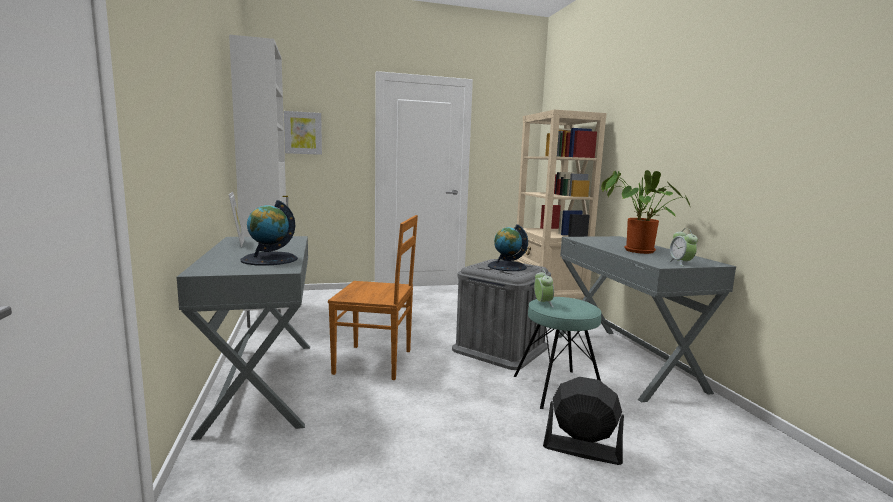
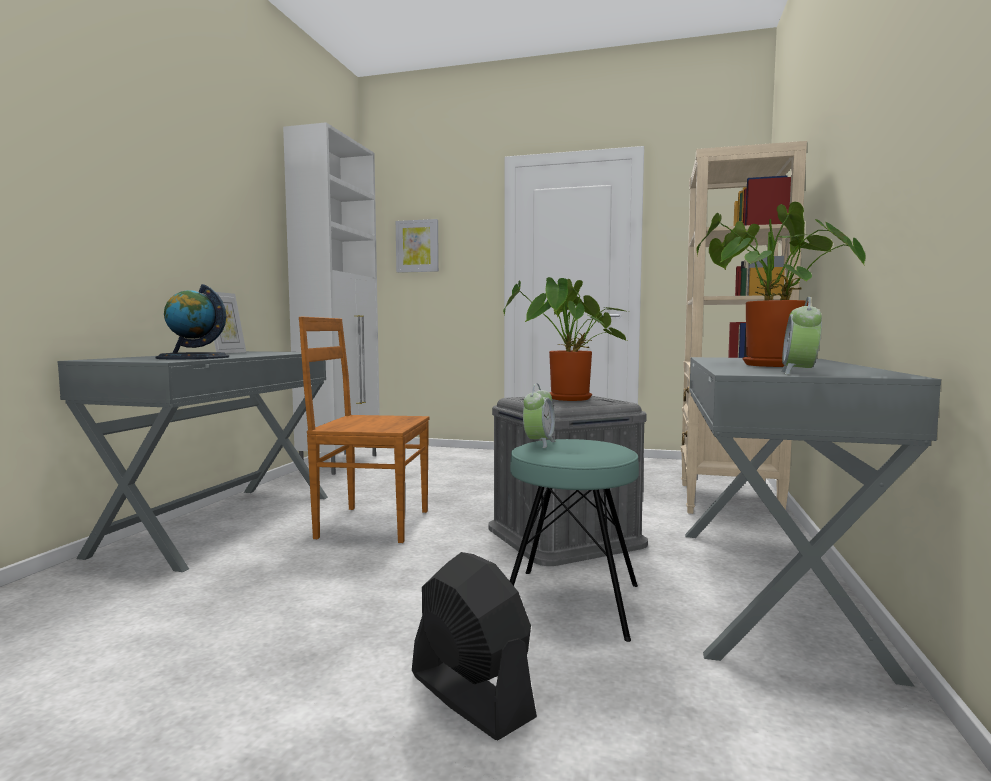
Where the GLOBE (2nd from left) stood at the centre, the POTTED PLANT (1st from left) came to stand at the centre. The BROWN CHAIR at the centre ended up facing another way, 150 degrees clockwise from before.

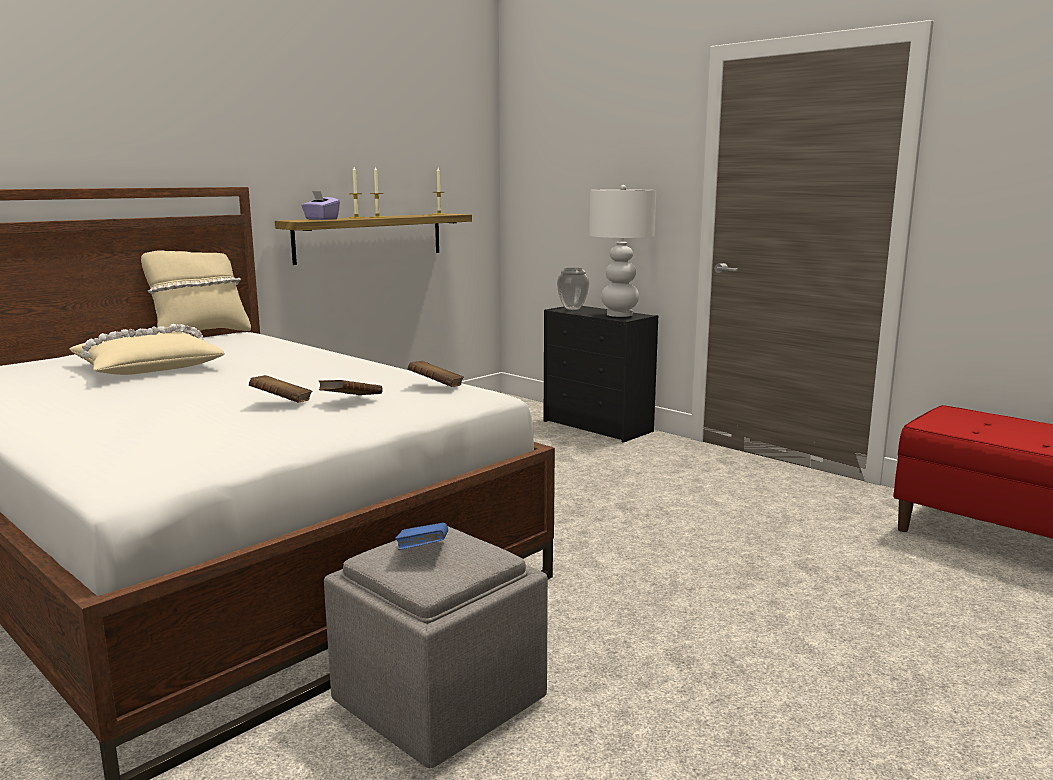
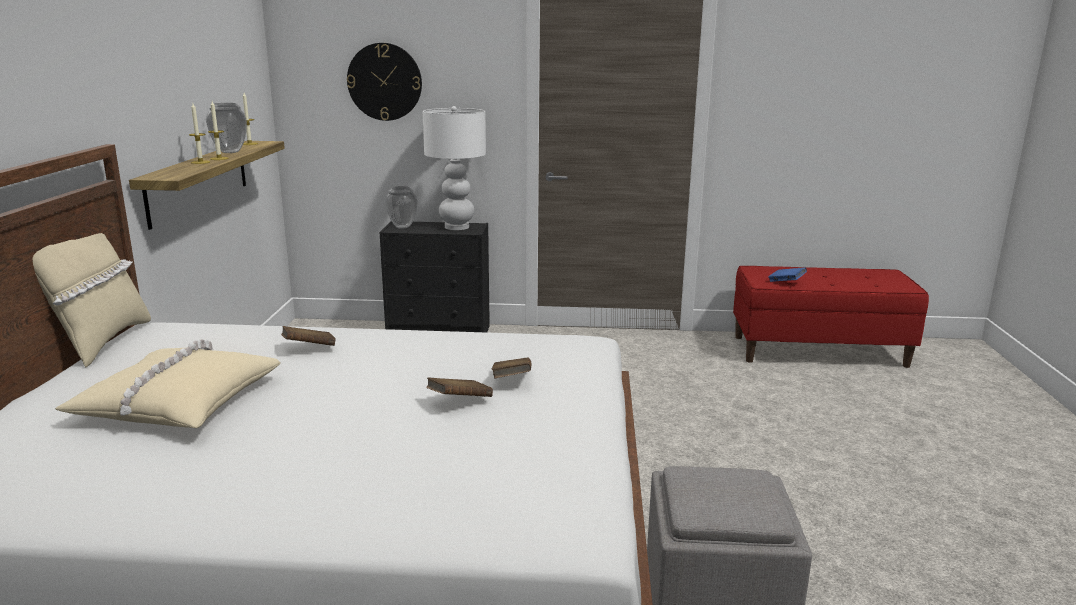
The second view lost the PURPLE TISSUE BOX at the top left. The second view gained the VASE (1st from left) at the top left. The second view gained the WALL CLOCK at the top centre. The BLUE BOOK ended up elsewhere, having gone from the bottom centre to the middle right. The BROWN BOOK (3rd from left in the first image) ended up elsewhere, having gone from the centre to the middle left.

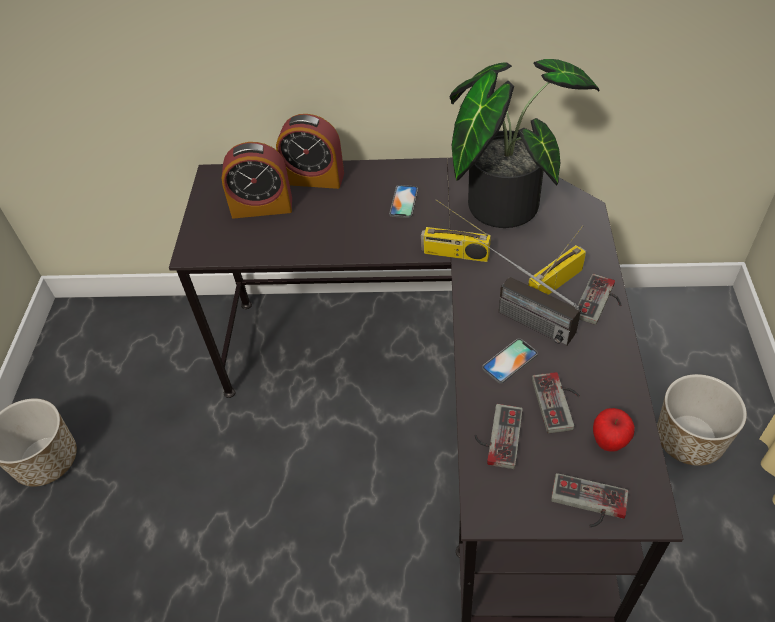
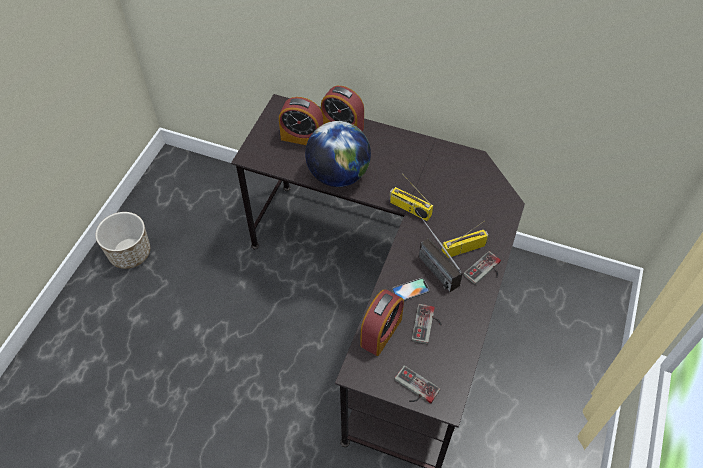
The second view lost the PHONE (1st from left) at the top centre. The second view lost the POTTED PLANT at the top right. The second view lost the APPLE at the bottom right. The second view lost the PLANTER (2nd from left) at the bottom right. The second view gained the GLOBE at the top centre. Where the GAME CONTROLLER (1st from left) stood at the bottom centre, the ALARM CLOCK (3rd from left) came to stand at the bottom centre.

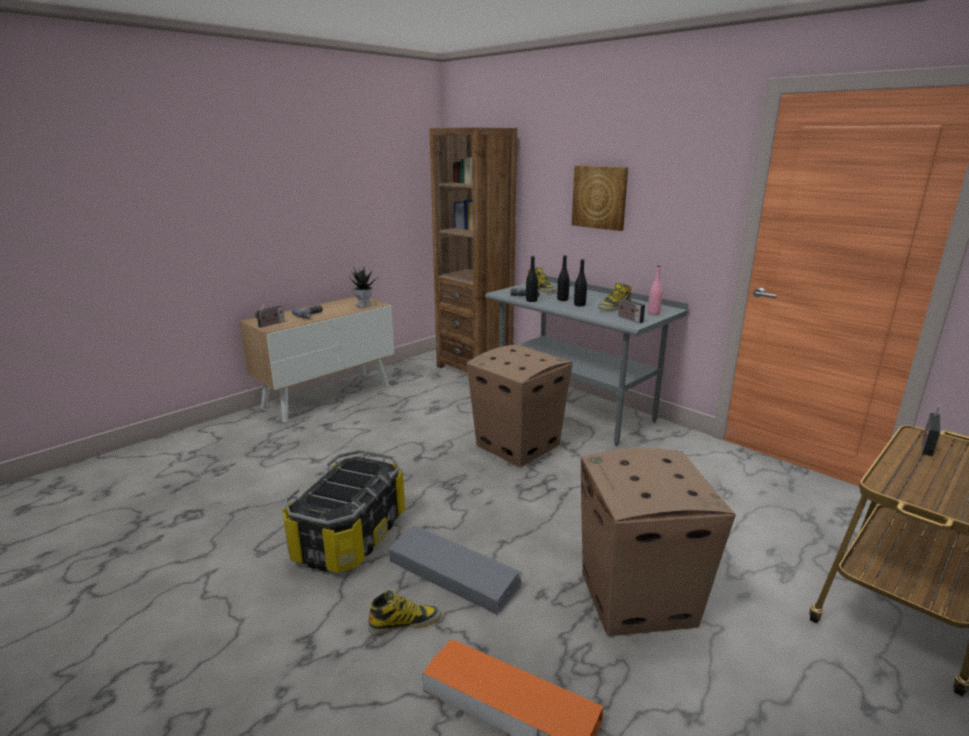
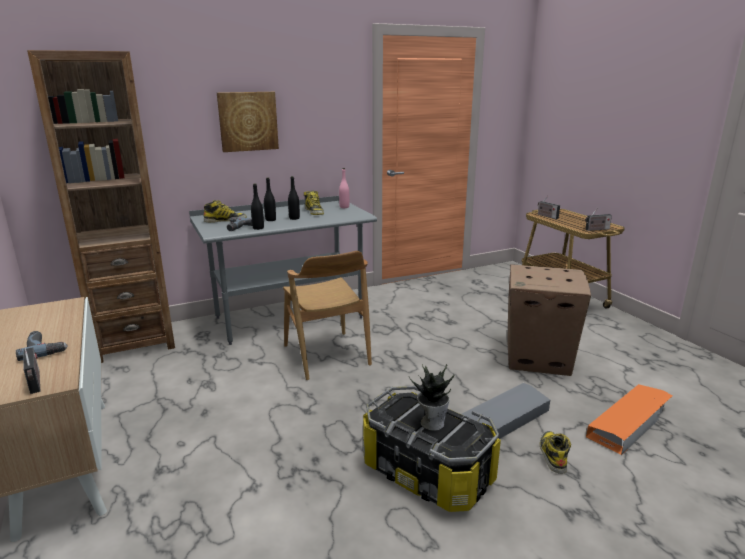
The POTTED PLANT ended up elsewhere, having gone from the centre to the bottom centre. The RADIO (2nd from left in the first image) ended up elsewhere, having gone from the centre to the middle right. Where the CARDBOARD BOX (1st from left) stood at the centre, the BROWN CHAIR came to stand at the centre.

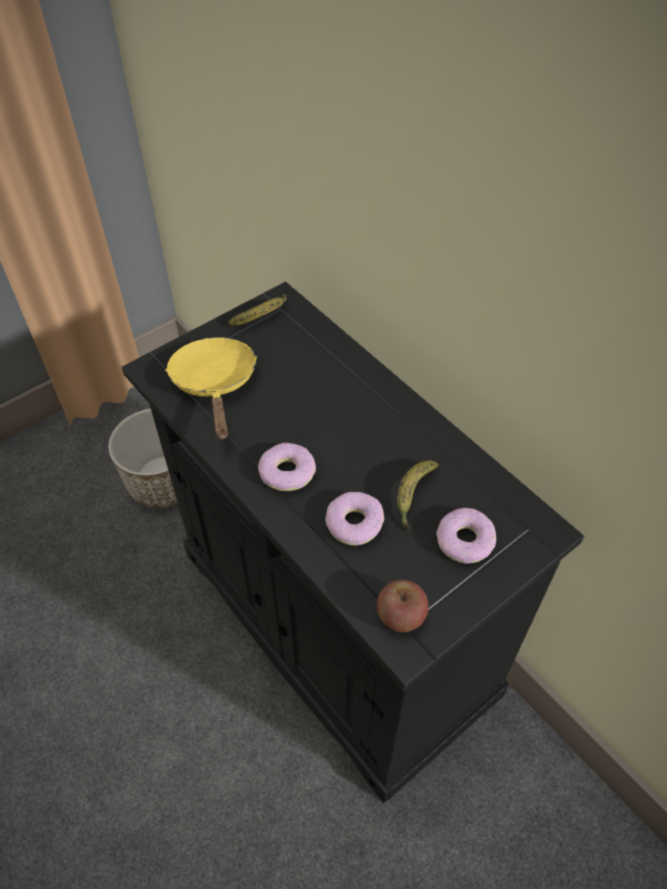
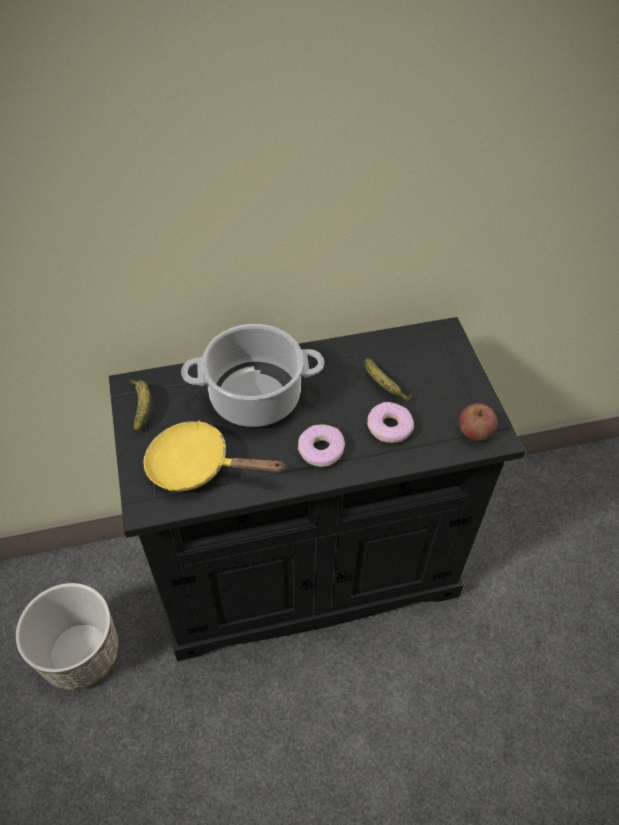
The second view lost the DONUT (3rd from left) at the middle right. The second view gained the COOKING POT at the centre.

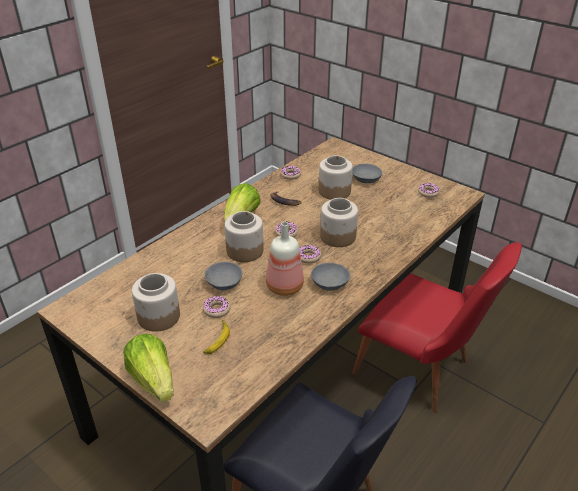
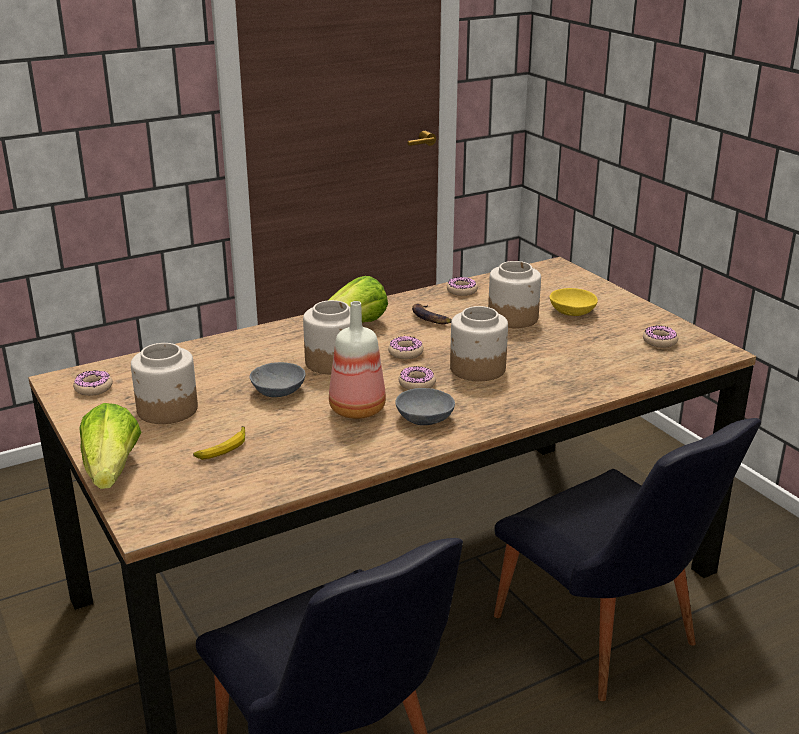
The DONUT (1st from left) ended up elsewhere, having gone from the centre to the middle left. What was the GREY BOWL (3rd from left) at the centre turned into the YELLOW BOWL at the middle right. What was the RED CHAIR at the middle right turned into the BLACK CHAIR (2nd from left) at the bottom right.

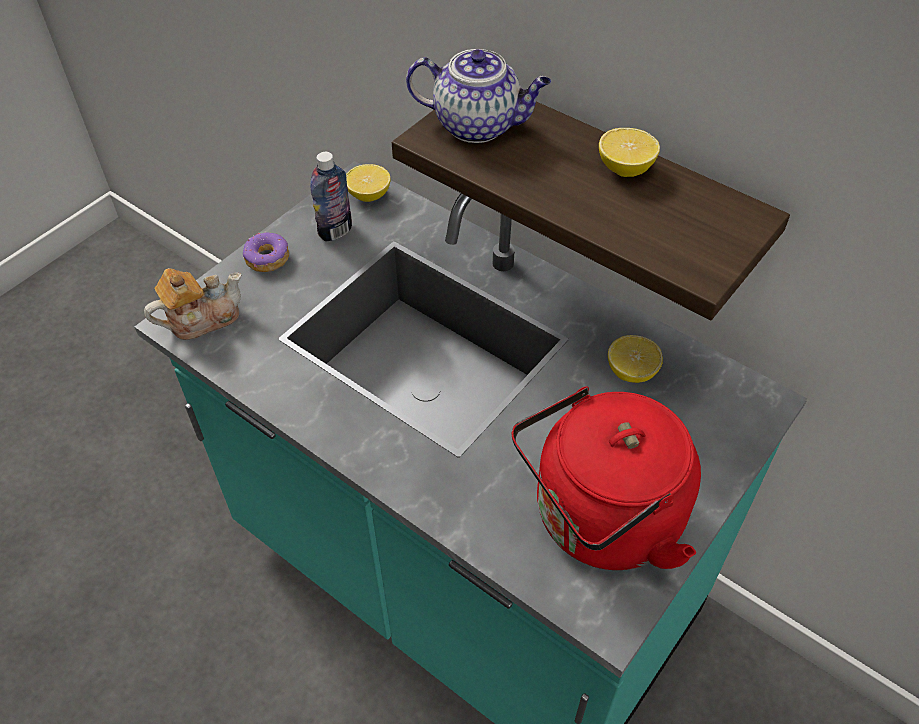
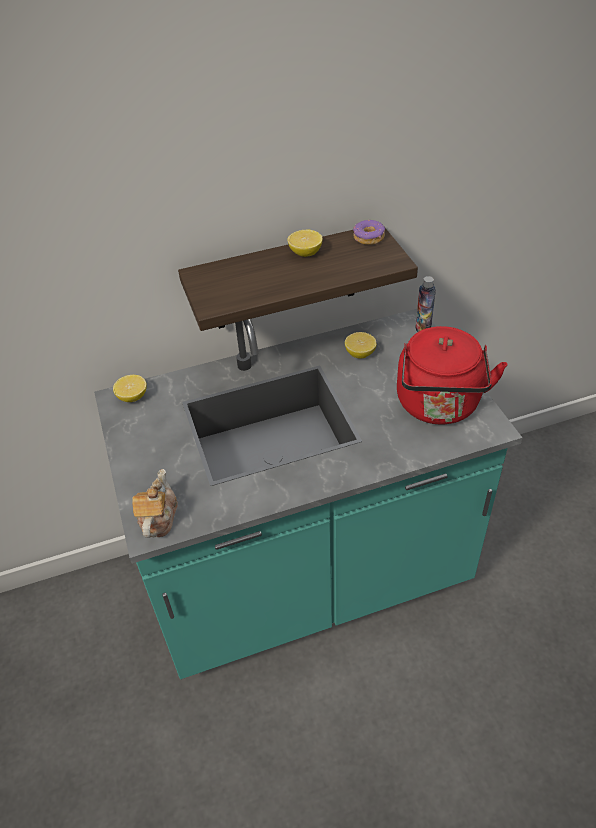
The second view lost the TEAPOT (2nd from left) at the top centre. The DONUT ended up elsewhere, having gone from the middle left to the top centre. The BOTTLE ended up elsewhere, having gone from the top centre to the middle right.

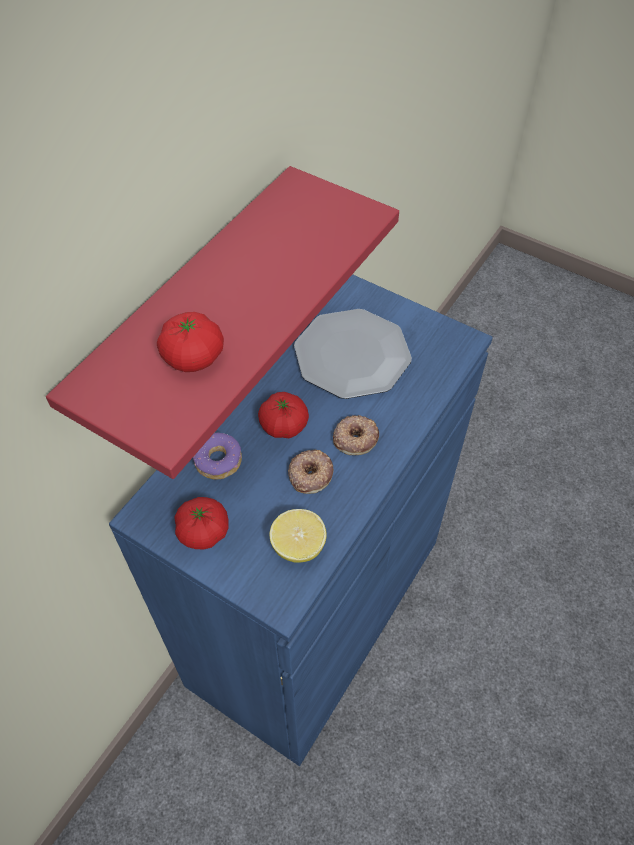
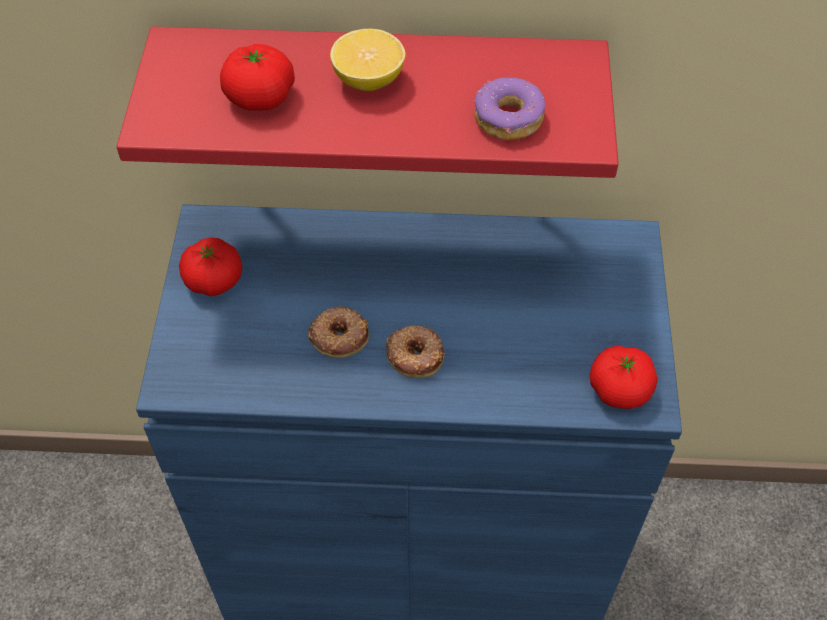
The second view lost the PLATE at the centre. The DONUT (1st from left in the first image) ended up elsewhere, having gone from the centre to the top centre. The TOMATO (3rd from left) ended up elsewhere, having gone from the centre to the middle right. The LEMON ended up elsewhere, having gone from the centre to the top centre.

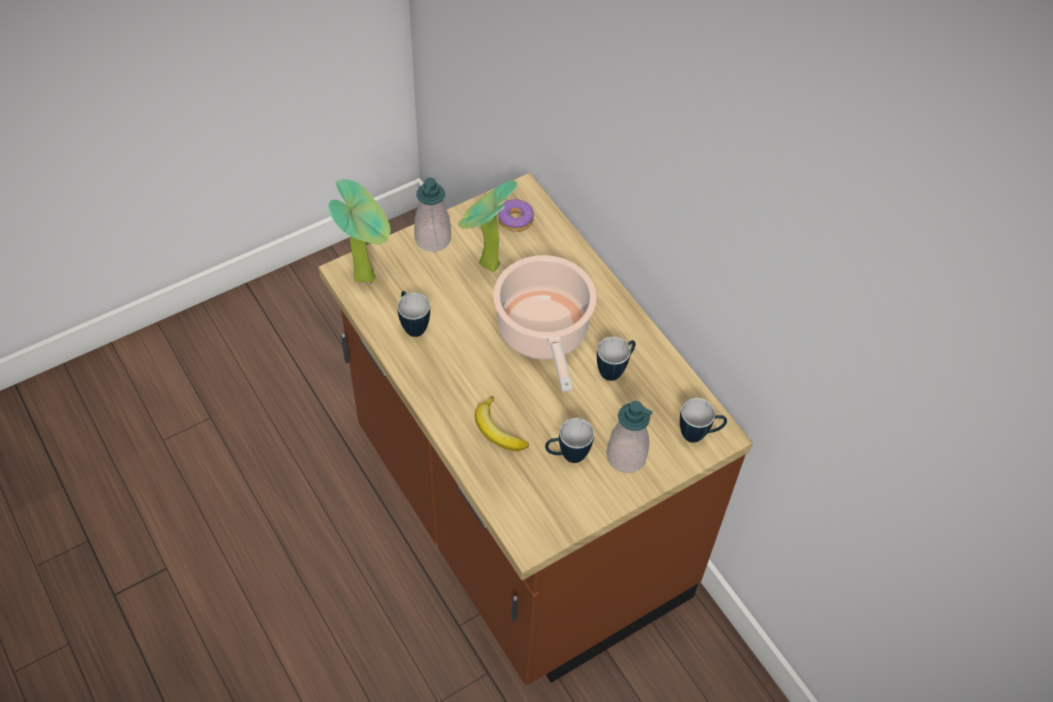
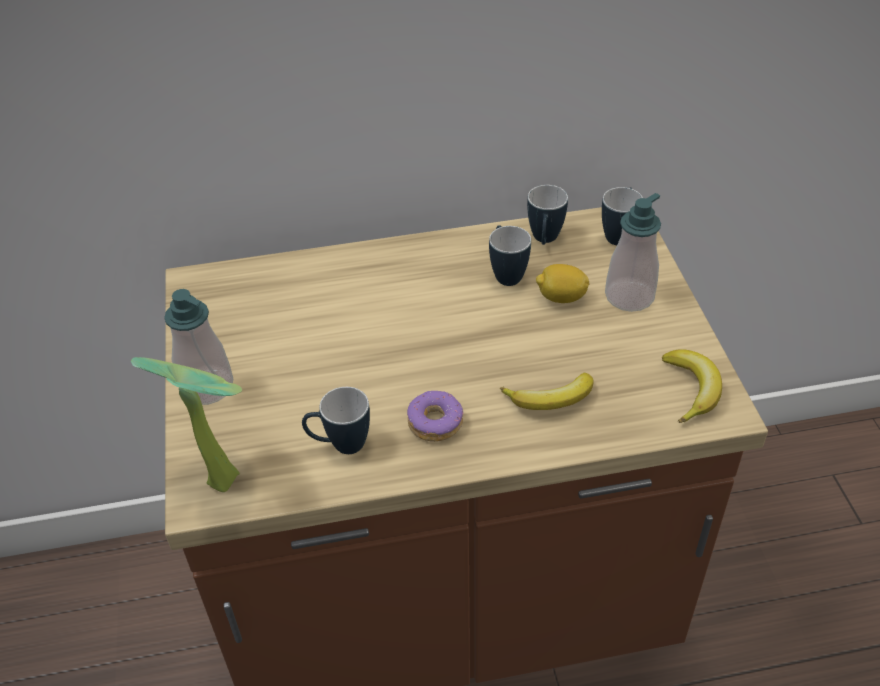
The second view lost the POTTED PLANT (2nd from left) at the top centre. The second view lost the COOKING POT at the centre. The second view gained the LEMON at the centre. The second view gained the BANANA (2nd from left) at the middle right. The DONUT ended up elsewhere, having gone from the top centre to the centre. The MUG (2nd from left in the first image) ended up elsewhere, having gone from the centre to the top centre.

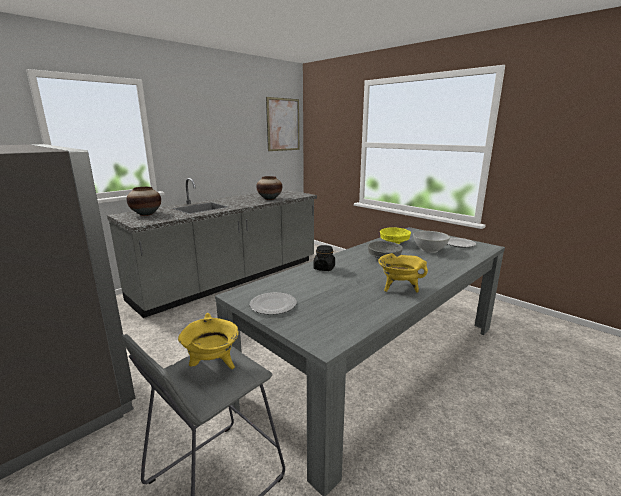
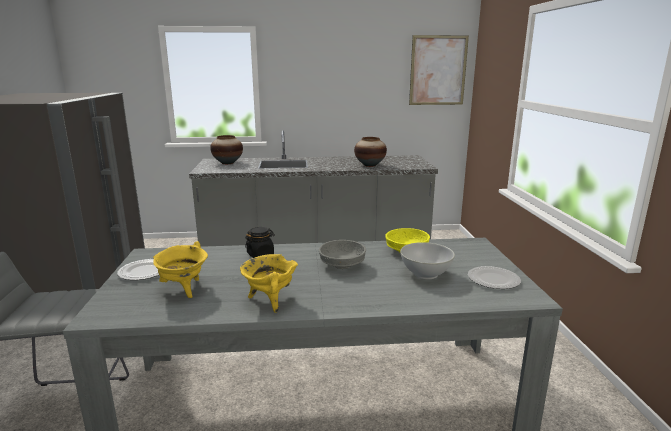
The YELLOW COOKING POT (1st from left) ended up elsewhere, having gone from the bottom centre to the middle left.

